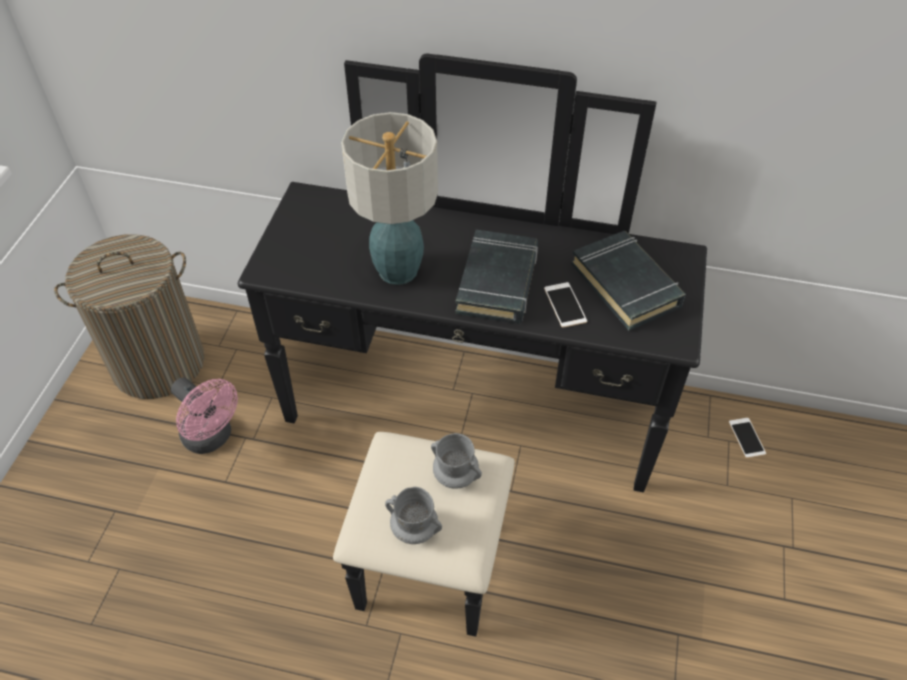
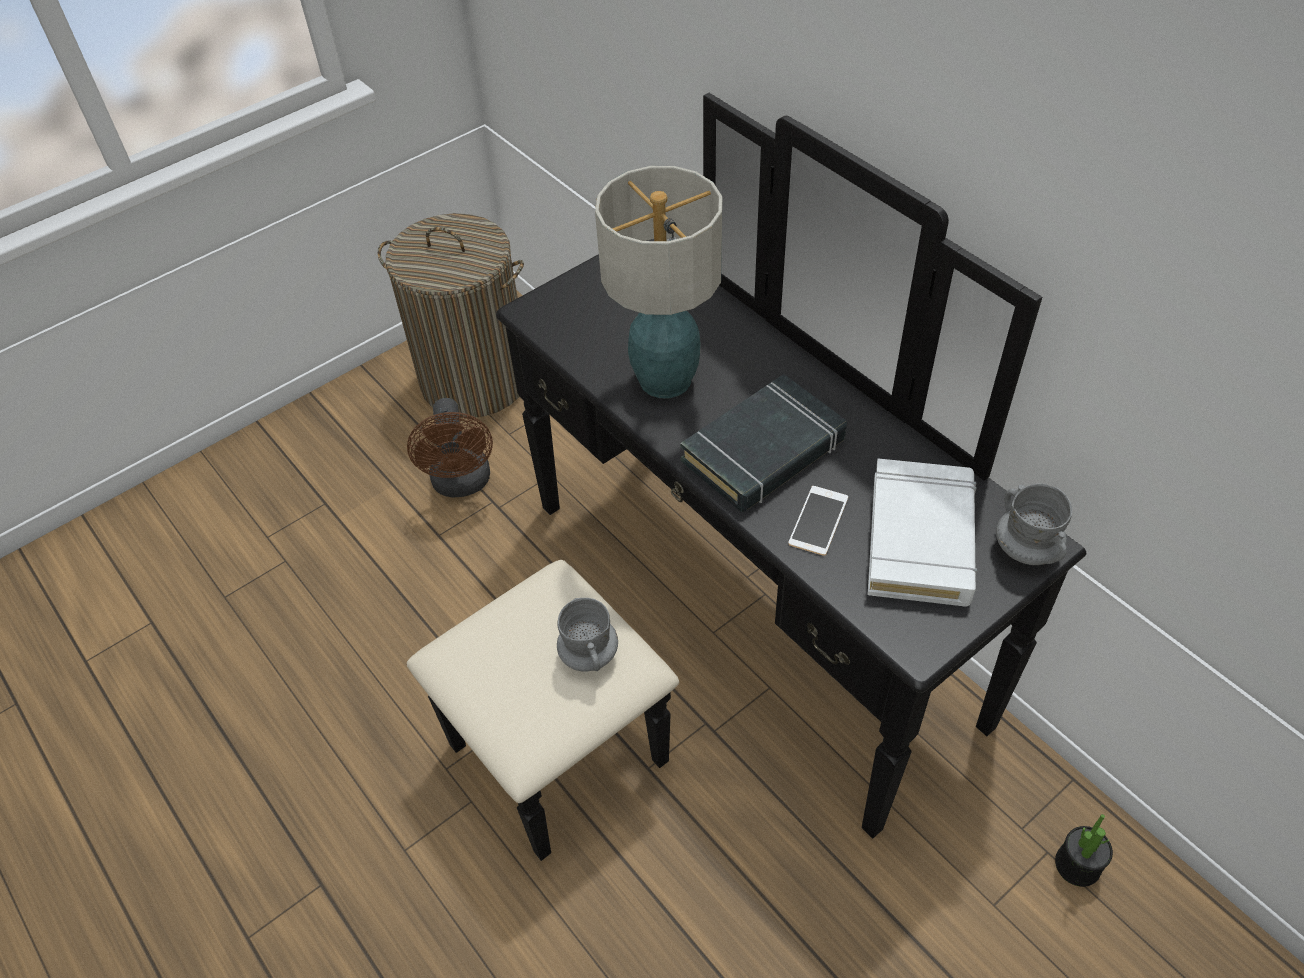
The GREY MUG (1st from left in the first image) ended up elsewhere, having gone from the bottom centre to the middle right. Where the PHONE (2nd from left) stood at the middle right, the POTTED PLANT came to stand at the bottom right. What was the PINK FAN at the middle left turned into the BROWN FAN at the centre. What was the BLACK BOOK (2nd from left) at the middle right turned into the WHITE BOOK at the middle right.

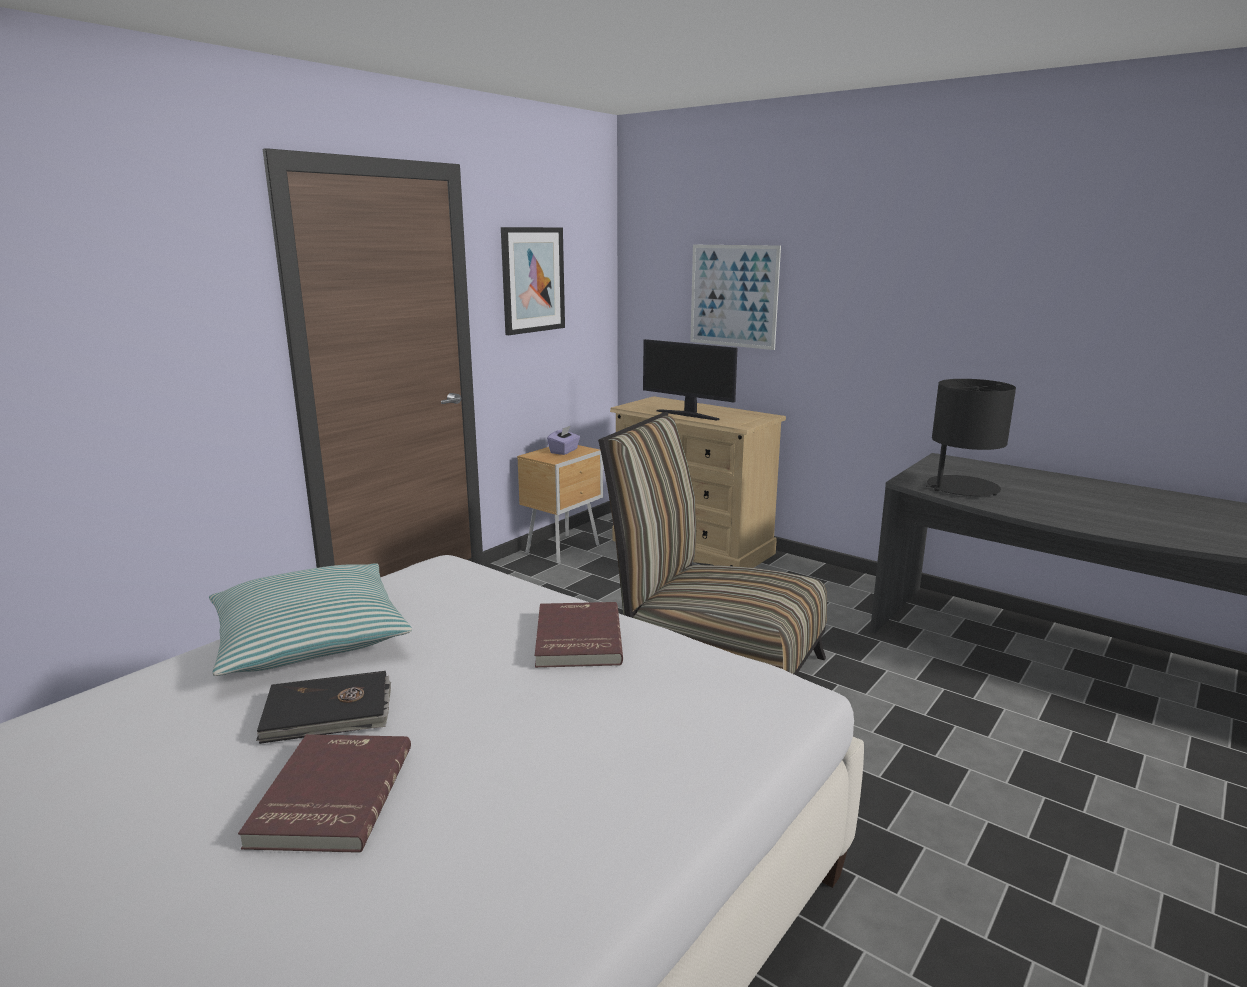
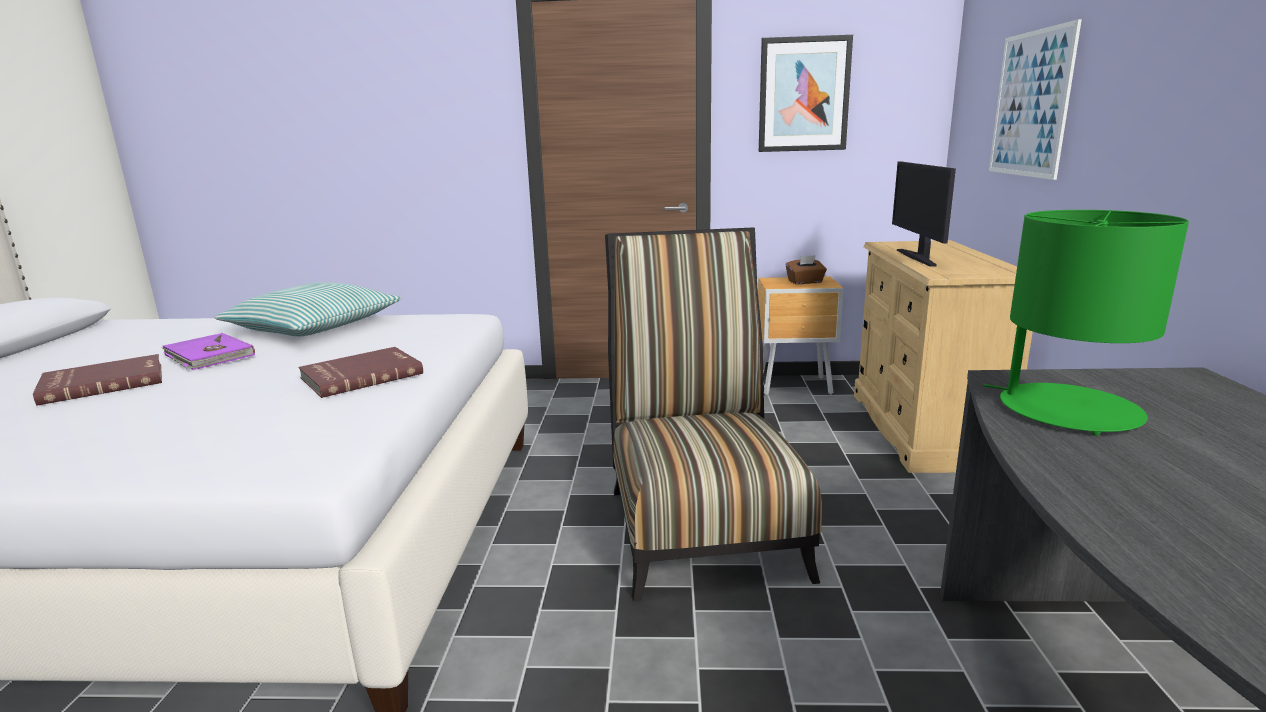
What was the BLACK BOOK at the bottom left turned into the PURPLE BOOK at the middle left. What was the PURPLE TISSUE BOX at the centre turned into the BROWN TISSUE BOX at the centre. What was the BLACK TABLE LAMP at the middle right turned into the GREEN TABLE LAMP at the middle right.

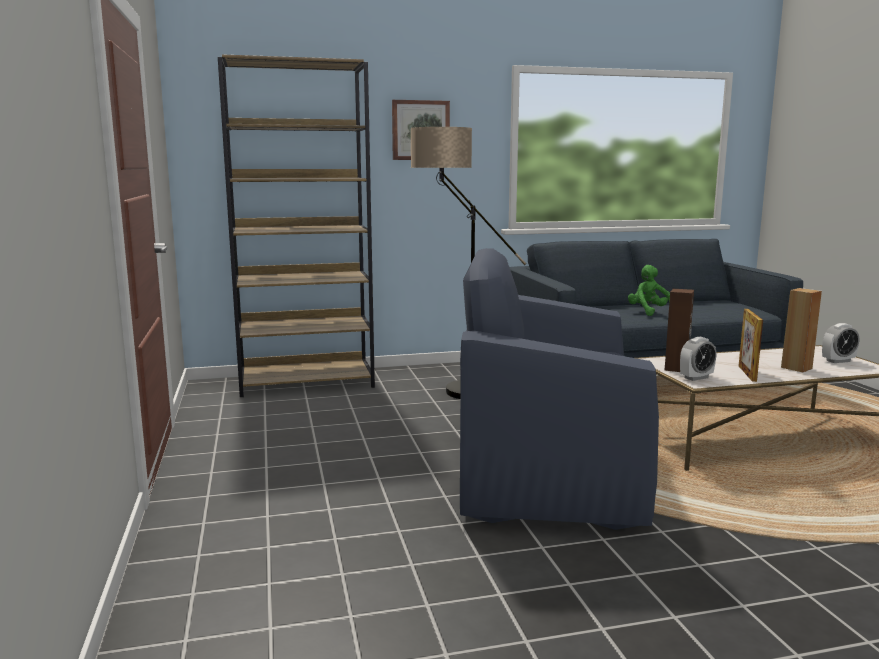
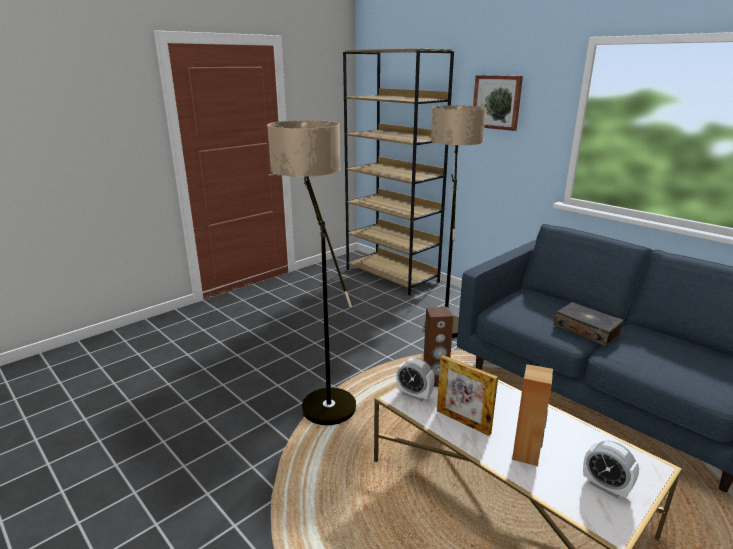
Where the BLUE ARMCHAIR stood at the centre, the FLOOR LAMP (1st from left) came to stand at the centre. Where the GREEN PLUSH TOY stood at the middle right, the BOOK came to stand at the middle right. The PICTURE FRAME at the middle right ended up facing another way, 120 degrees counterclockwise from before.

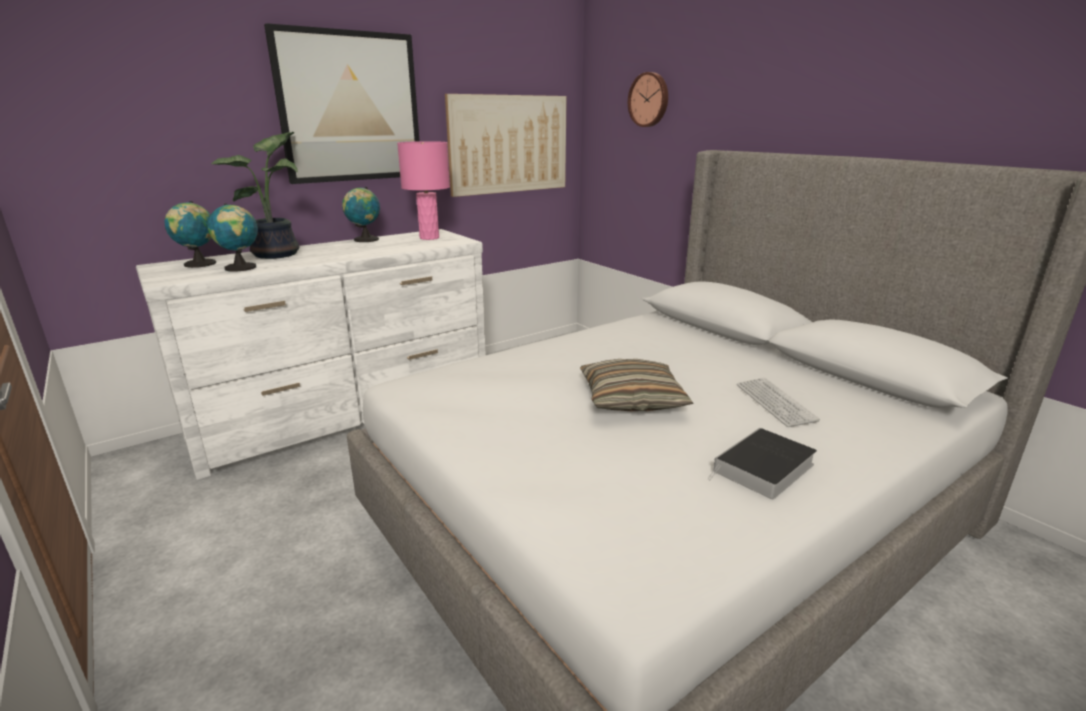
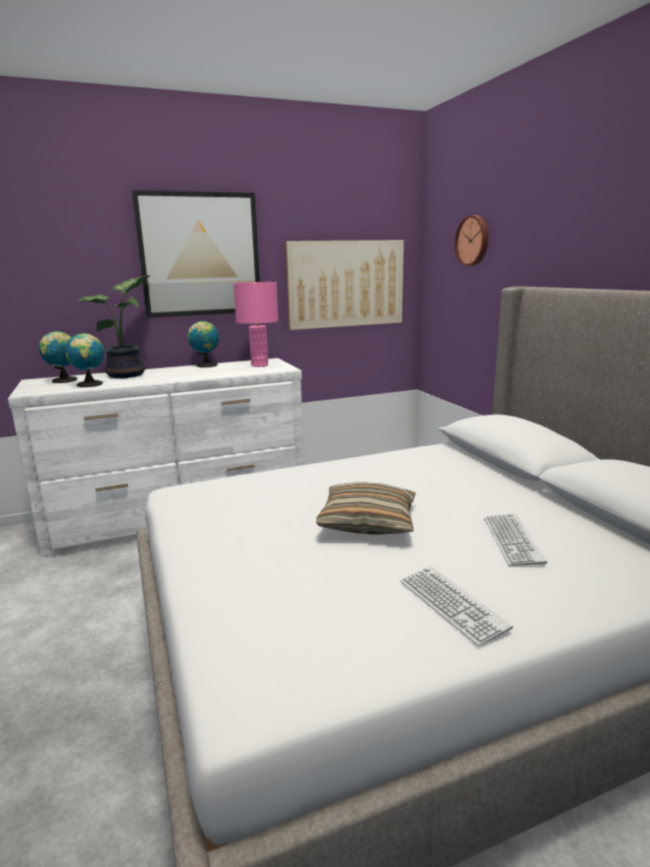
Where the BOOK stood at the middle right, the KEYBOARD (1st from left) came to stand at the bottom right.

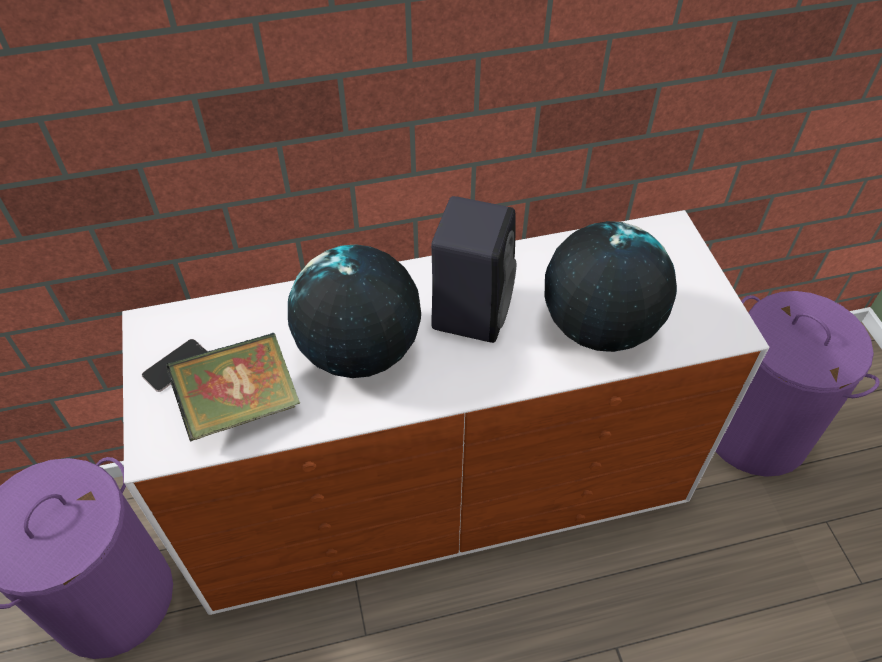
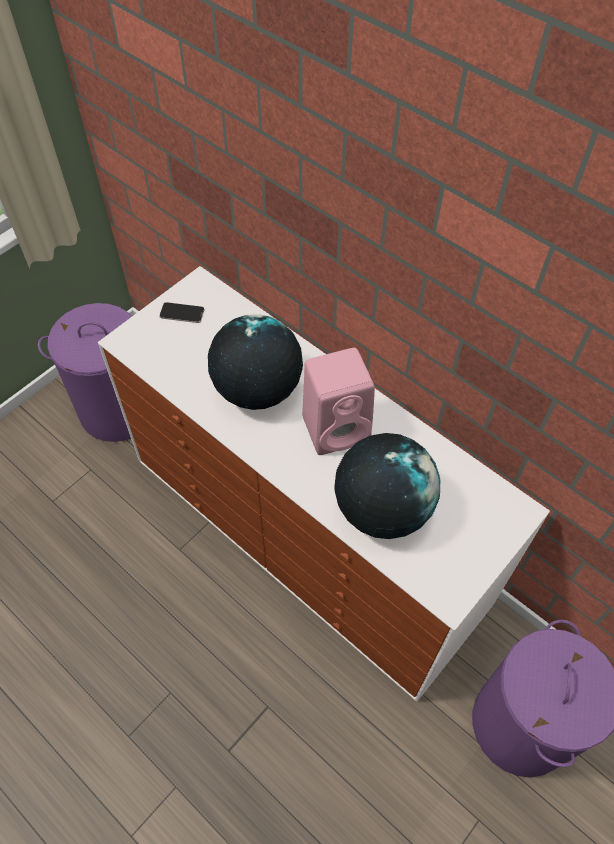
The second view lost the BOOK at the middle left. What was the BLACK SPEAKER at the centre turned into the PINK SPEAKER at the centre.

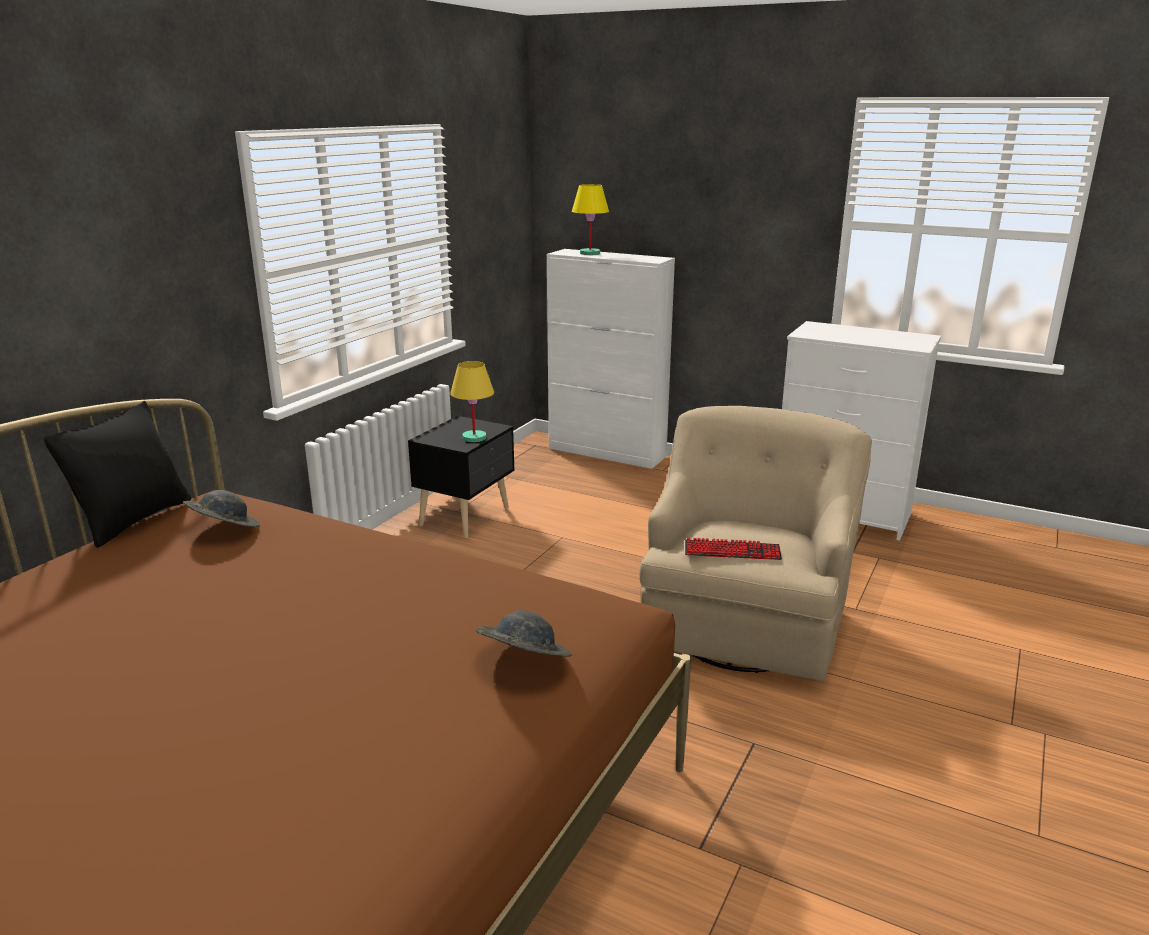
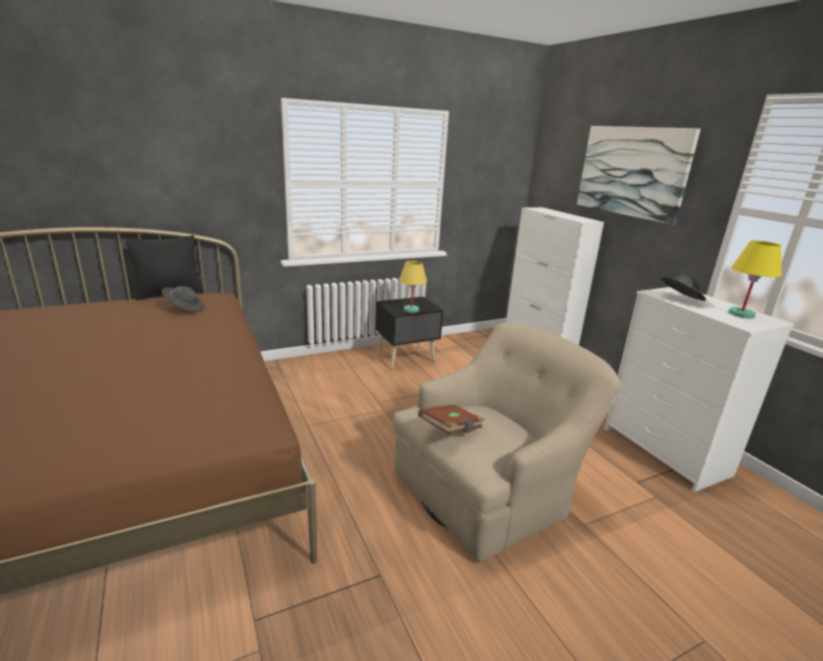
The second view gained the PICTURE at the top right. The GREY HAT (2nd from left) ended up elsewhere, having gone from the bottom centre to the middle right. The YELLOW TABLE LAMP (2nd from left) ended up elsewhere, having gone from the top centre to the middle right. Where the KEYBOARD stood at the centre, the BROWN BOOK came to stand at the centre.

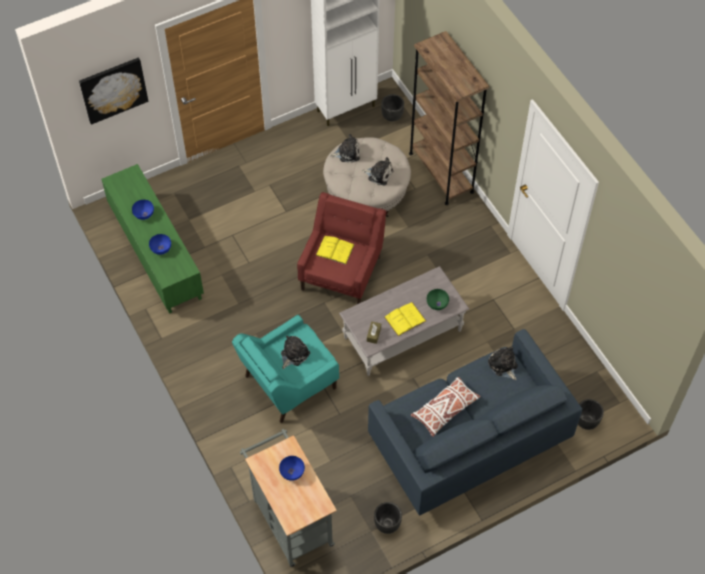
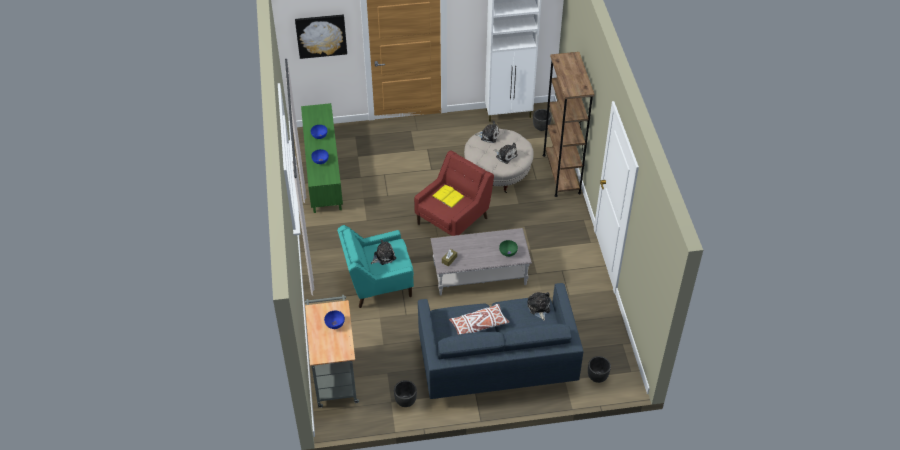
The second view lost the YELLOW BOOK (2nd from left) at the centre.

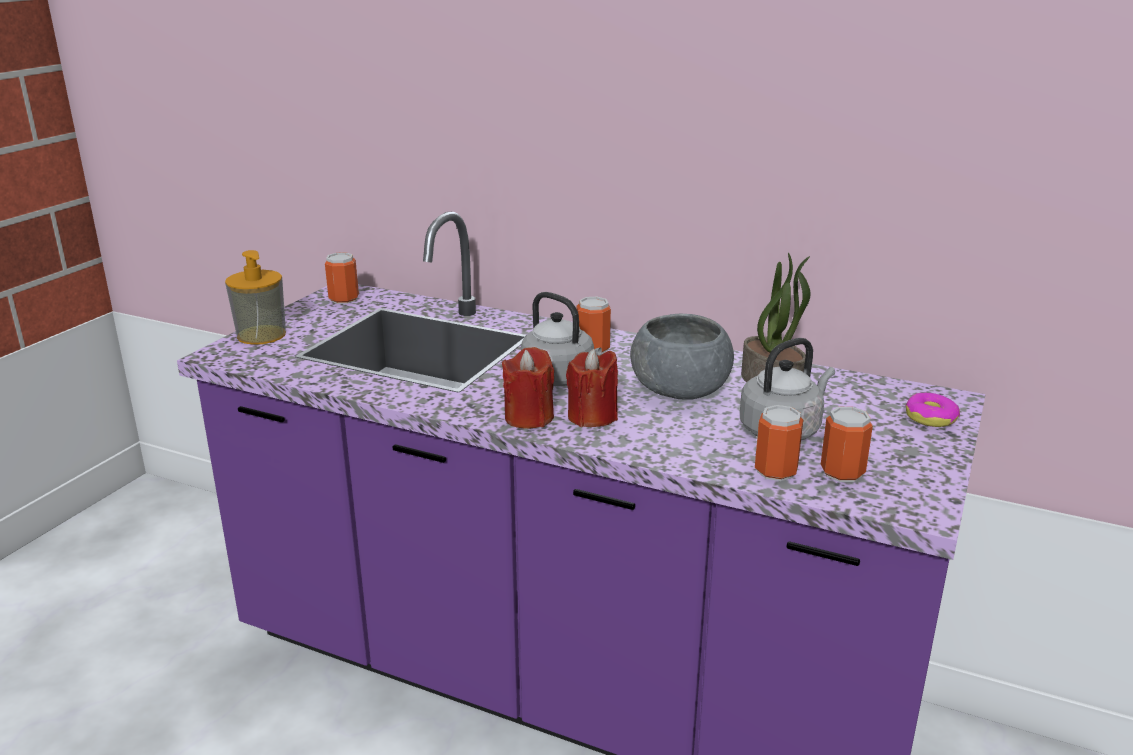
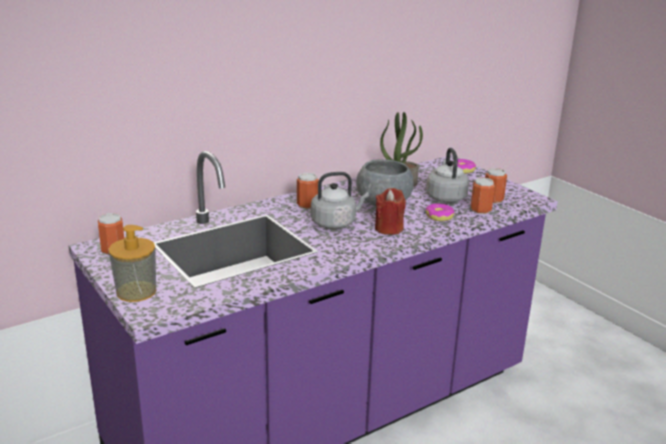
The second view lost the RED CANDLE (1st from left) at the centre. The second view gained the DONUT (1st from left) at the centre.

